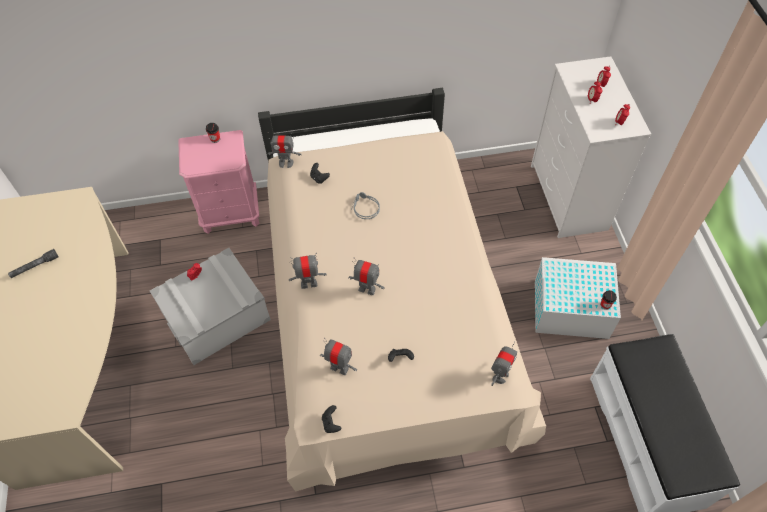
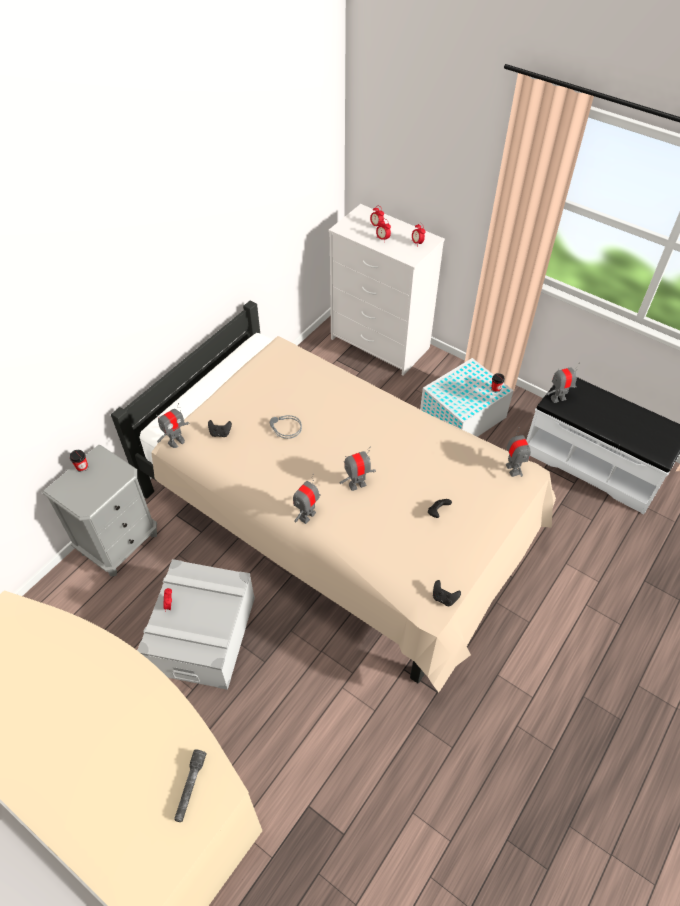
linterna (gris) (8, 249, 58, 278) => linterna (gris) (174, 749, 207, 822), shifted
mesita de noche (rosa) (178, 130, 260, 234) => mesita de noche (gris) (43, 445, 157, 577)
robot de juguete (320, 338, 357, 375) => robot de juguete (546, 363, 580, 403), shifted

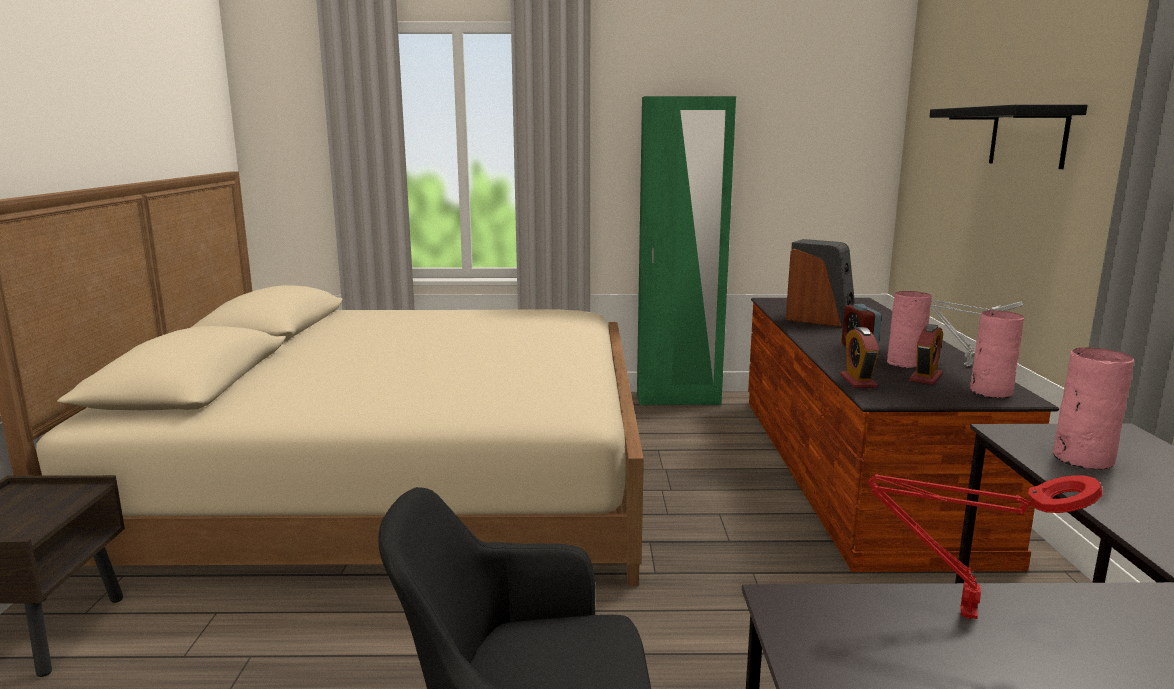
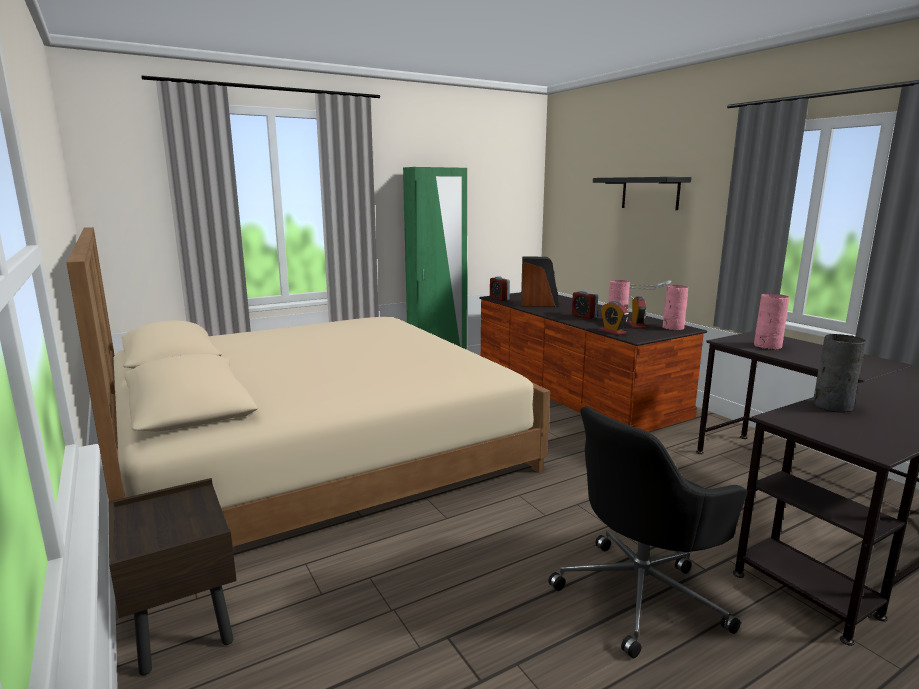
lámpara de mesa (rojo) (868, 474, 1103, 619) => florero (gris) (813, 334, 866, 413)
nothing => despertador (490, 276, 510, 301)

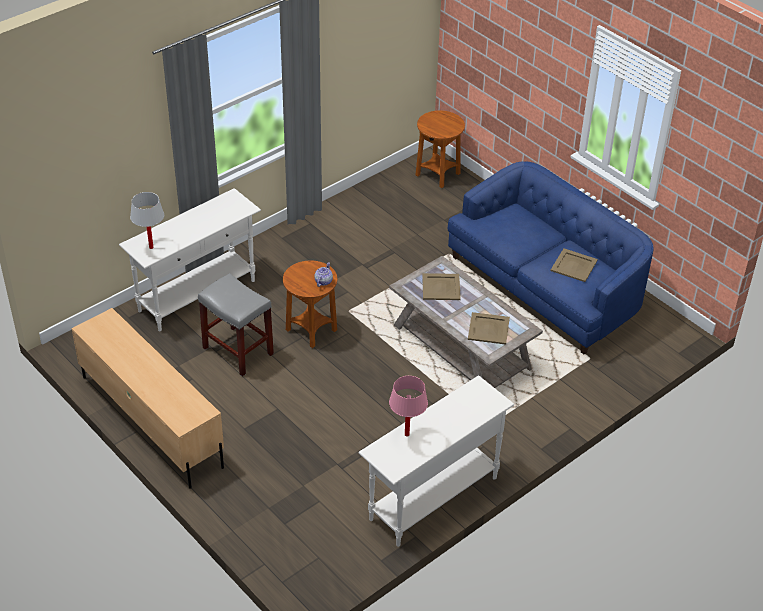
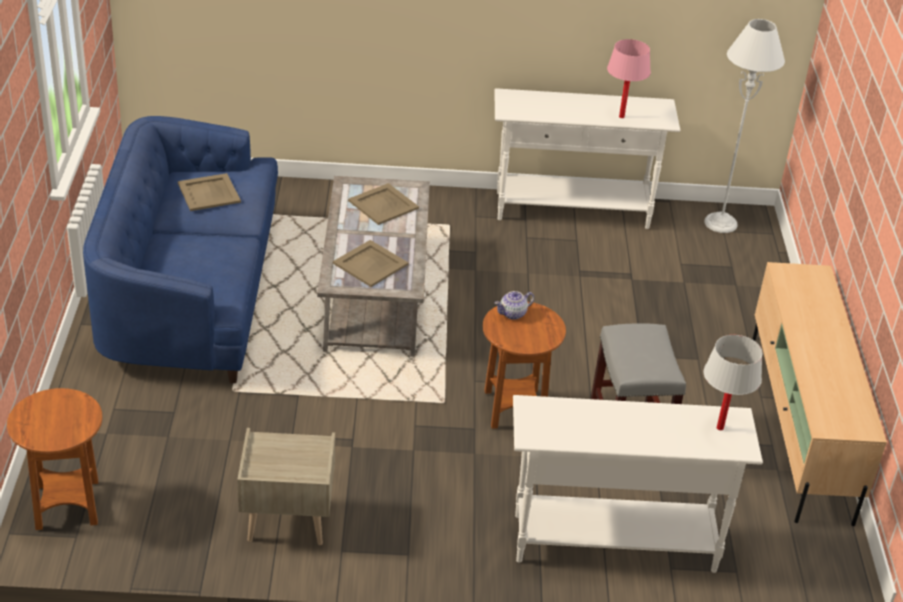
nothing => mesita de noche (beis) (237, 428, 335, 545)
nothing => lámpara de pie (gris) (704, 19, 785, 233)

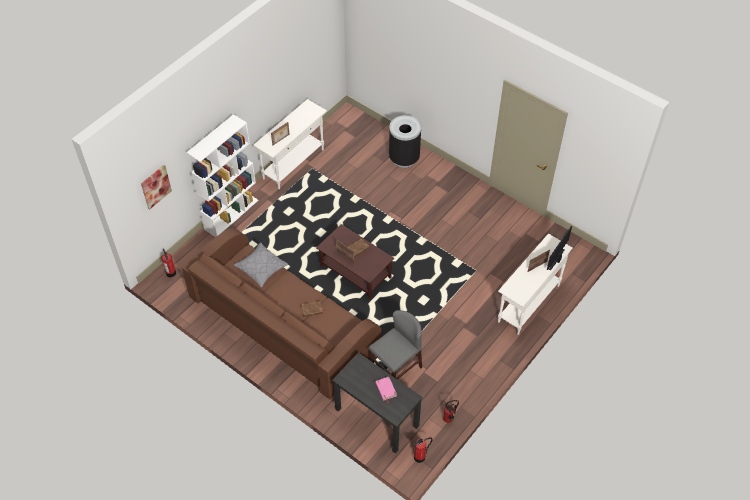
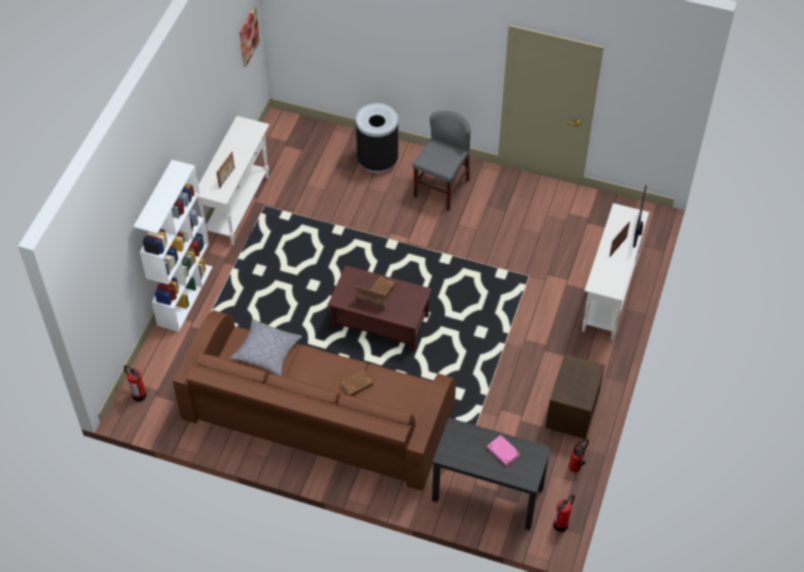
cuadro (141, 165, 172, 209) => cuadro (239, 7, 260, 67), shifted
silla (gris) (369, 310, 422, 380) => silla (gris) (412, 111, 471, 211), shifted
nothing => mesita de noche (marrón) (545, 354, 605, 439)

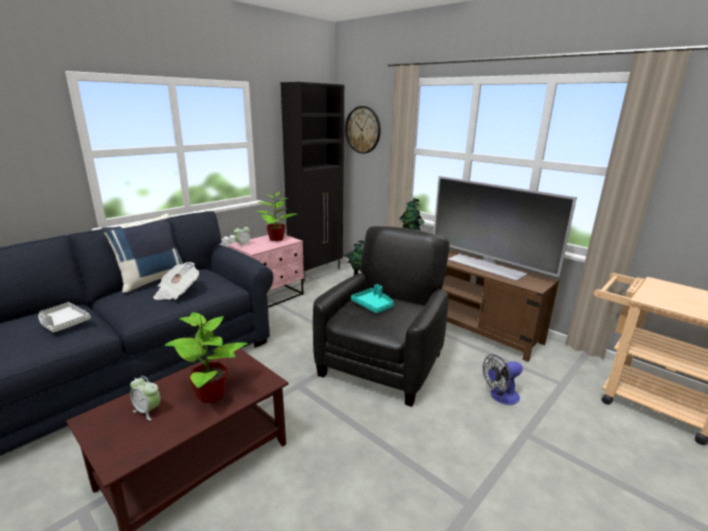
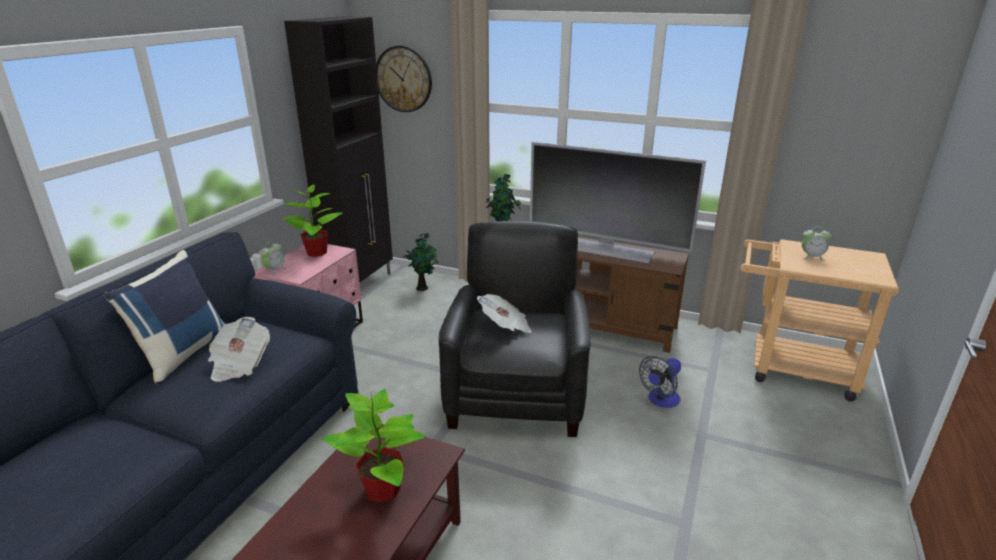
bandeja (gris) (38, 302, 91, 333) => nothing
despertador (130, 376, 161, 420) => despertador (802, 226, 832, 261), shifted
bandeja (turquesa) (351, 284, 394, 313) => periódico (477, 294, 531, 333)

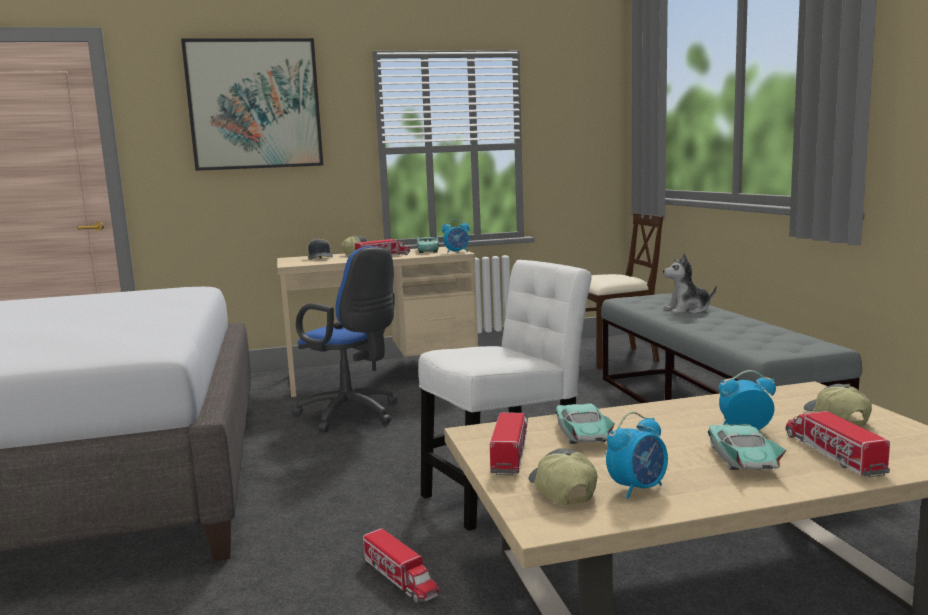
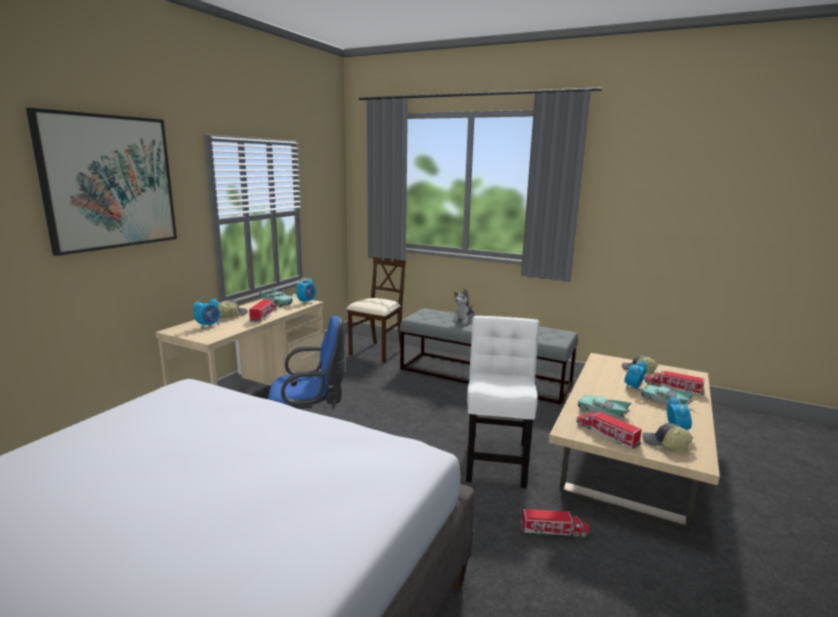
gorra (306, 238, 333, 260) => despertador (193, 296, 220, 329)

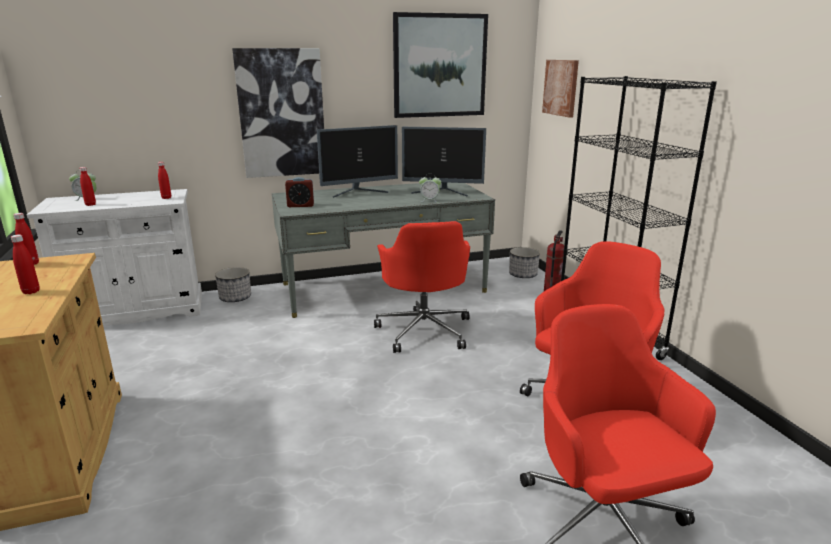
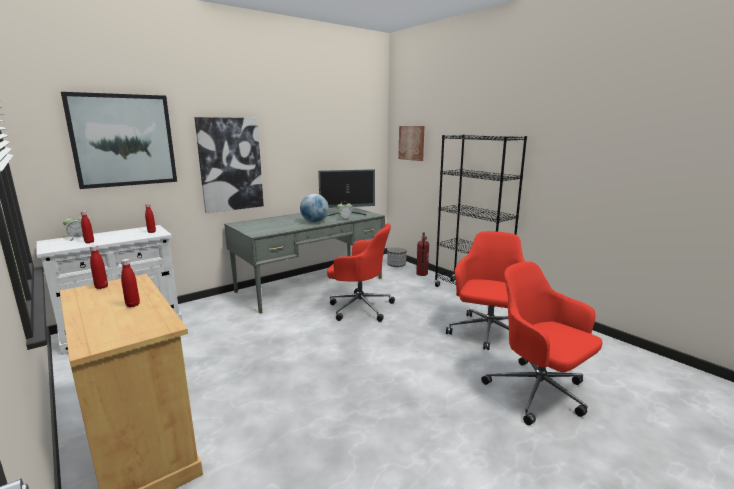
maceta (215, 267, 251, 302) => nothing
despertador (285, 177, 314, 207) => nothing
monitor (317, 125, 398, 198) => nothing
silla de oficina (rojo) (374, 221, 470, 353) => silla de oficina (rojo) (327, 223, 395, 322), 45 degrees counterclockwise
cuadro (393, 12, 488, 118) => cuadro (61, 92, 177, 189), shifted
nothing => globo terráqueo (300, 194, 329, 223)

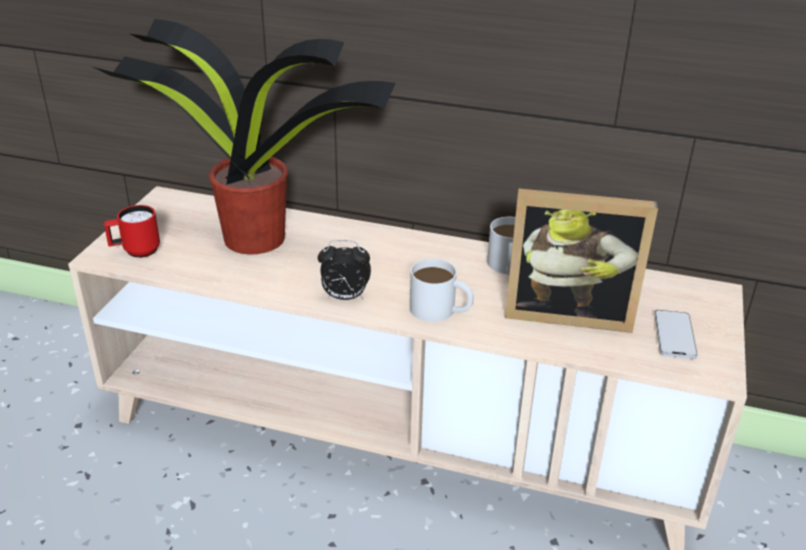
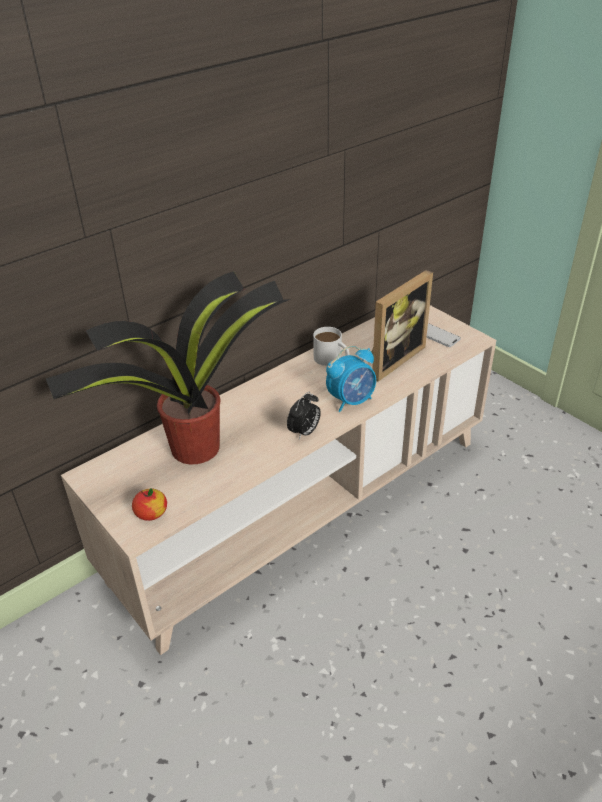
taza grande (rojo) (104, 205, 160, 258) => manzana (132, 488, 167, 521)
taza grande (blanco) (410, 259, 474, 322) => despertador (326, 346, 376, 412)

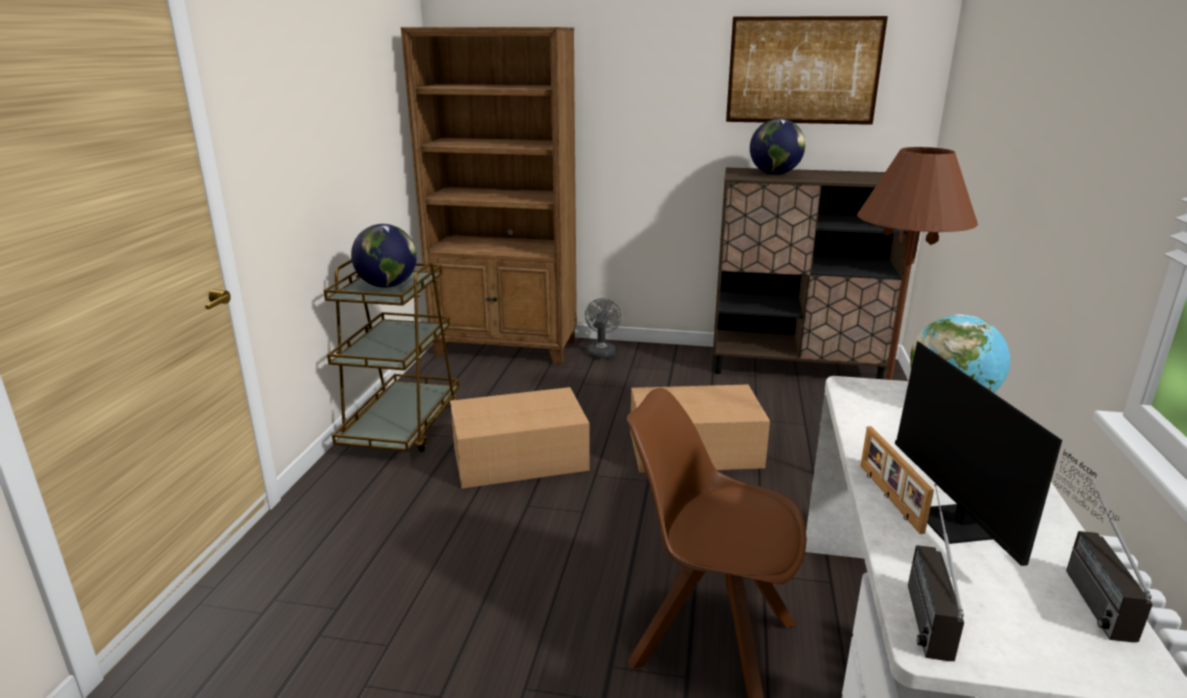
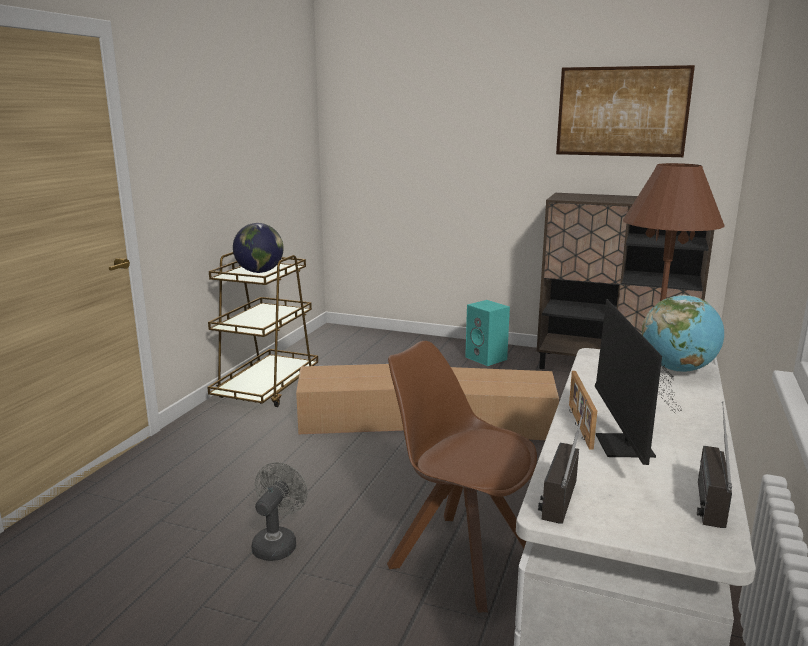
estantería (marrón) (401, 27, 577, 365) => nothing
ventilador (gris) (585, 298, 622, 359) => ventilador (gris) (251, 462, 308, 561), shifted
globo terráqueo (750, 119, 805, 175) => nothing
nothing => altavoz (turquesa) (465, 300, 510, 366)

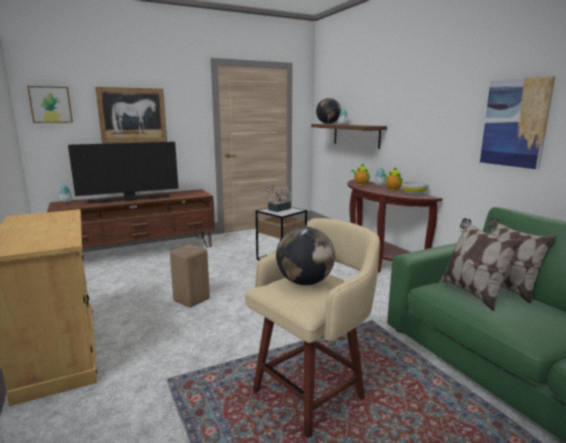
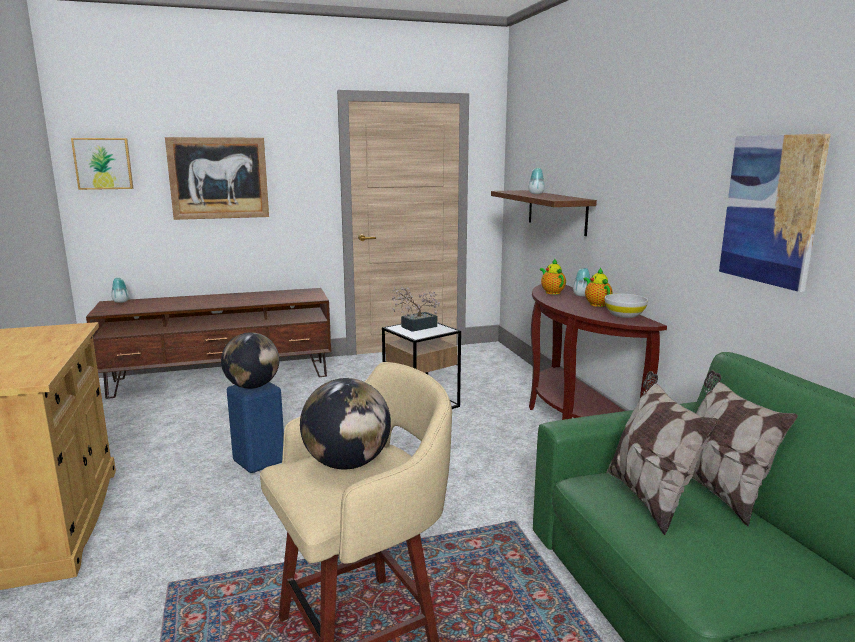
televisor (68, 142, 178, 204) => nothing
taburete (beis) (170, 245, 210, 307) => taburete (azul) (227, 382, 284, 473)
globo terráqueo (316, 98, 341, 124) => globo terráqueo (221, 332, 279, 389), shifted

